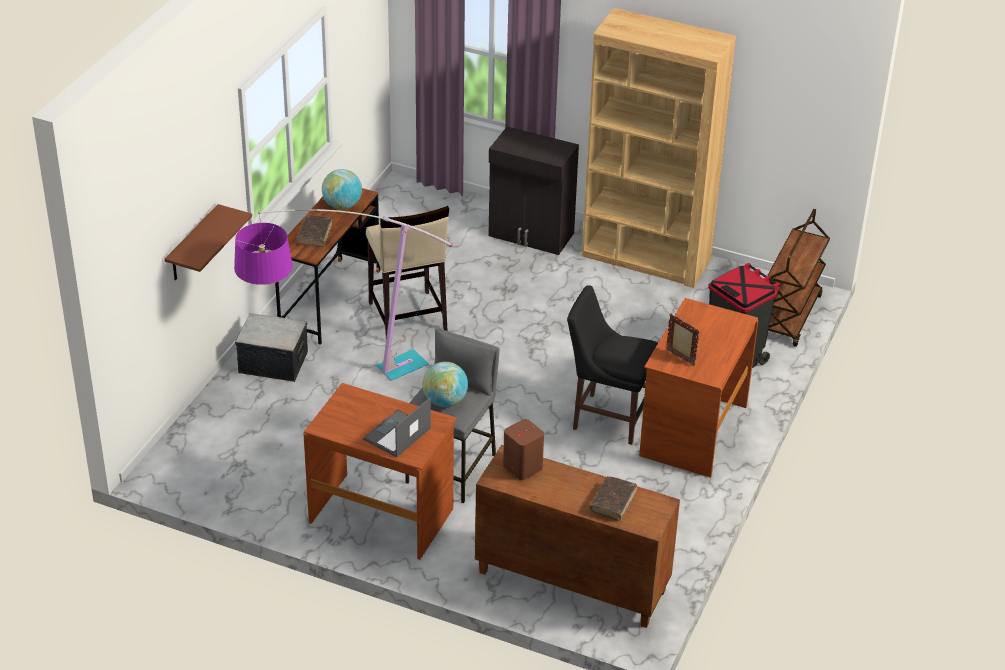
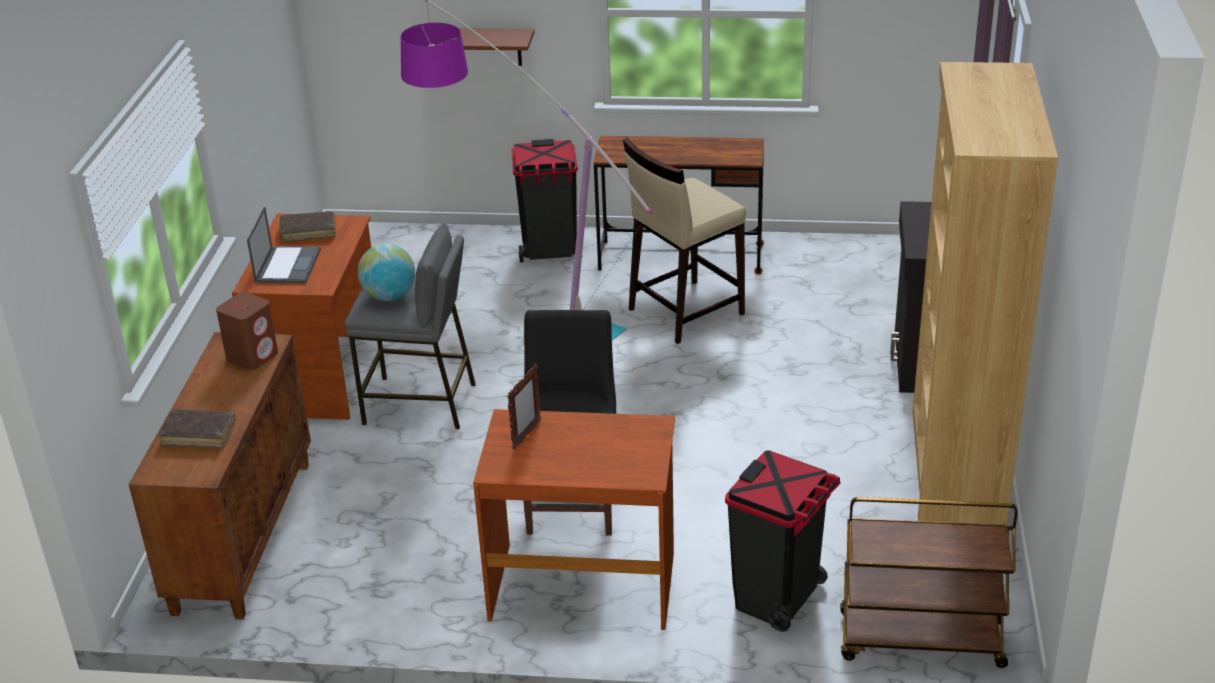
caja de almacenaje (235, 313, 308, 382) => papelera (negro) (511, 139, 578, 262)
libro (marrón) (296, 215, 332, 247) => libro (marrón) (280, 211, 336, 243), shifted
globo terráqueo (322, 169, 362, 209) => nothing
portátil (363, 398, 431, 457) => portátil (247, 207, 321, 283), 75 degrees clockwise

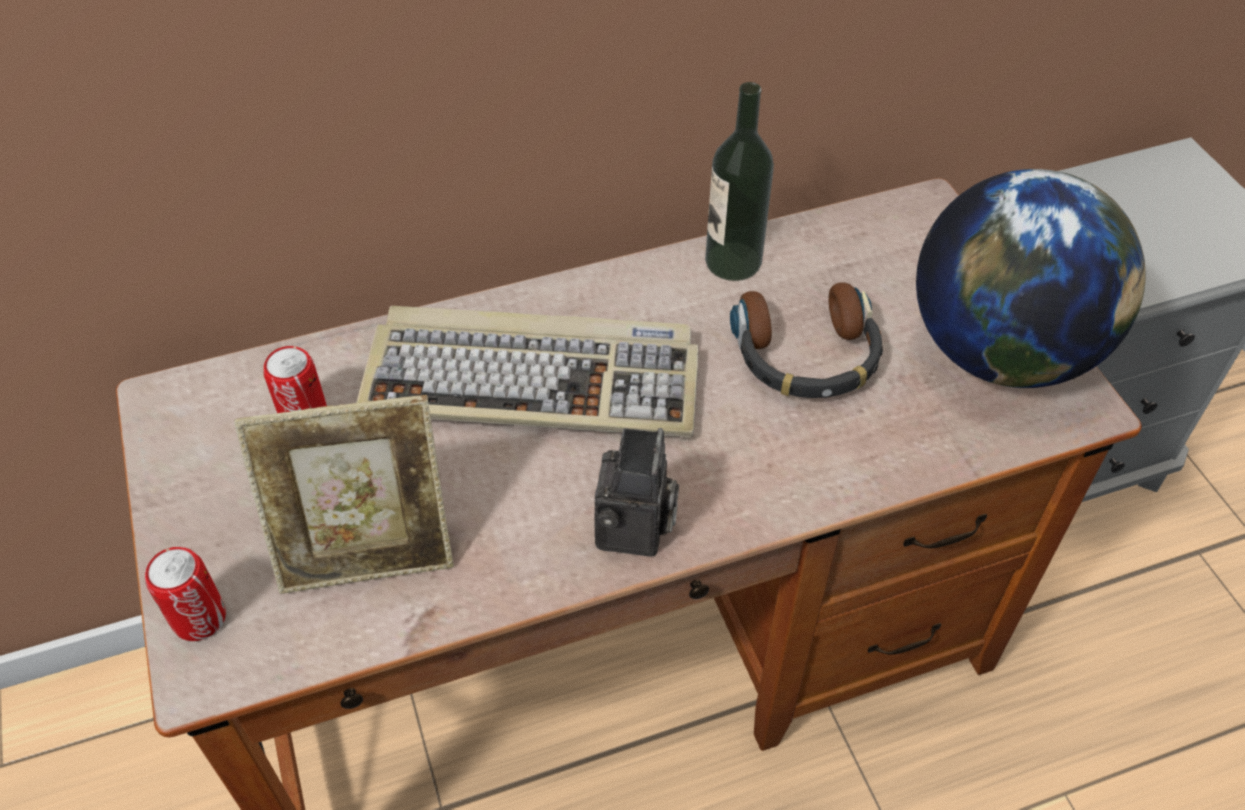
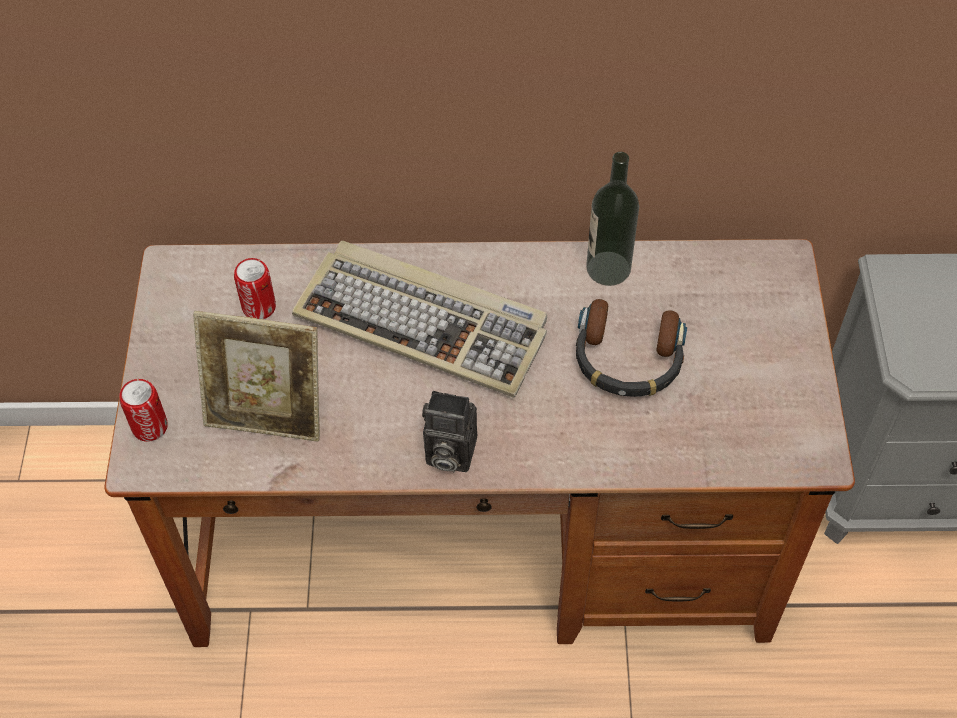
cámara (594, 428, 679, 556) => cámara (422, 391, 477, 472), 75 degrees clockwise
globo terráqueo (916, 169, 1146, 388) => nothing

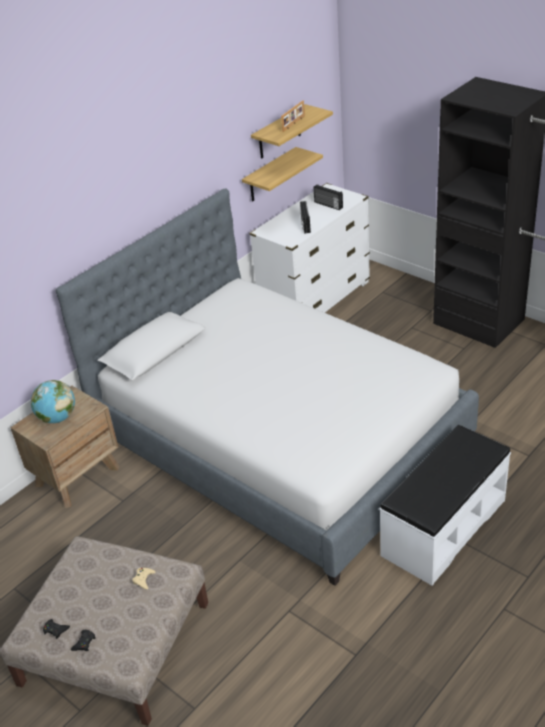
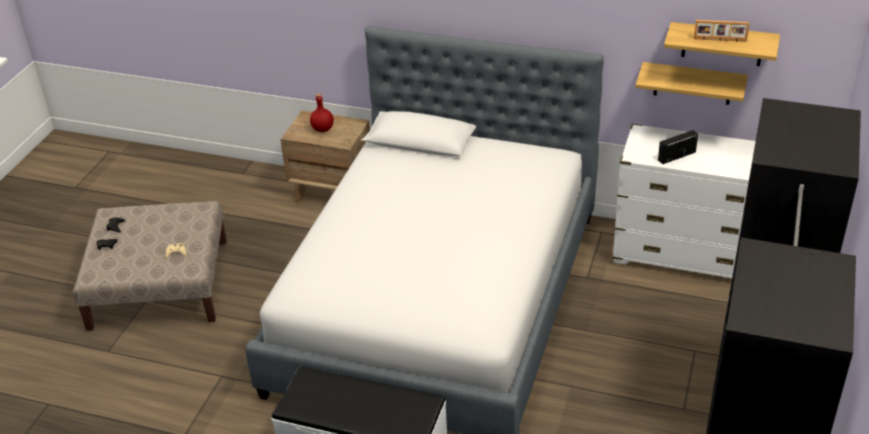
globo terráqueo (31, 380, 75, 423) => botella (rojo) (310, 94, 334, 132)
radio (314, 184, 343, 210) => nothing

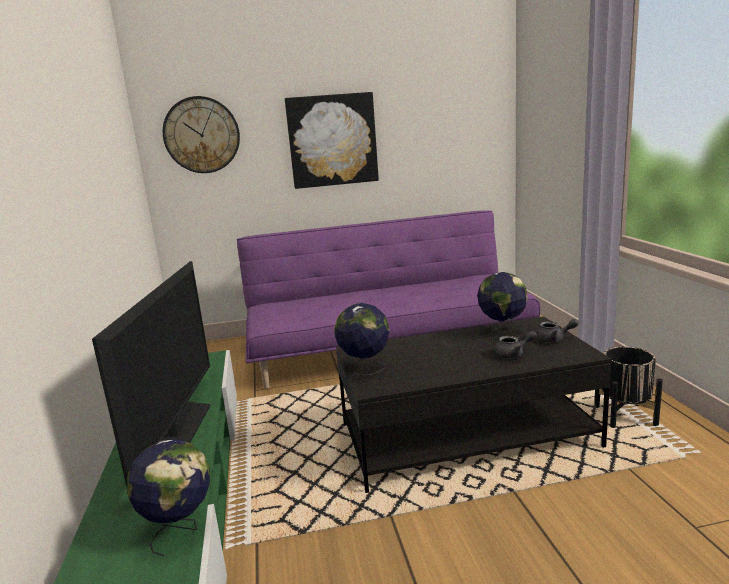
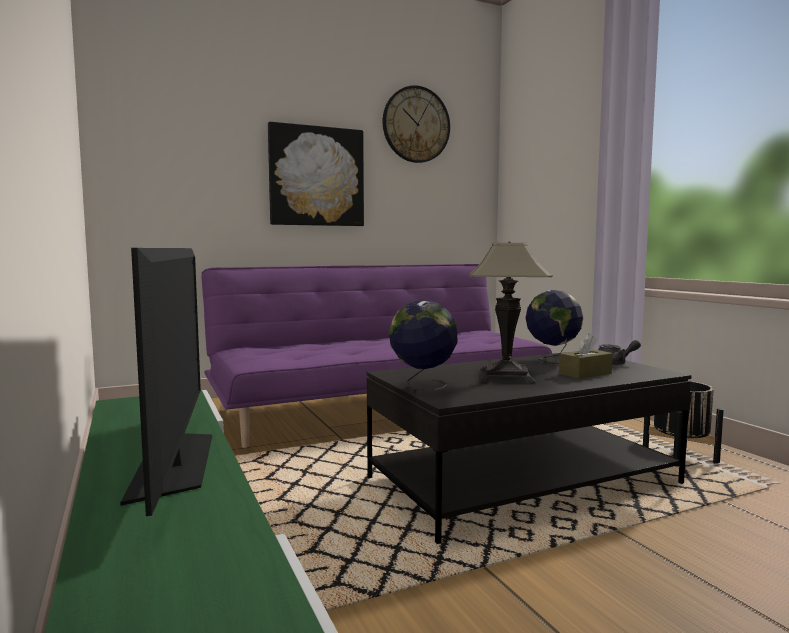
globo terráqueo (127, 439, 210, 556) => nothing
reloj de pared (163, 96, 240, 173) => reloj de pared (383, 85, 450, 163), shifted
tetera (gris) (494, 331, 537, 359) => caja de pañuelos (marrón) (559, 333, 613, 379)
nothing => lámpara de mesa (470, 241, 552, 384)

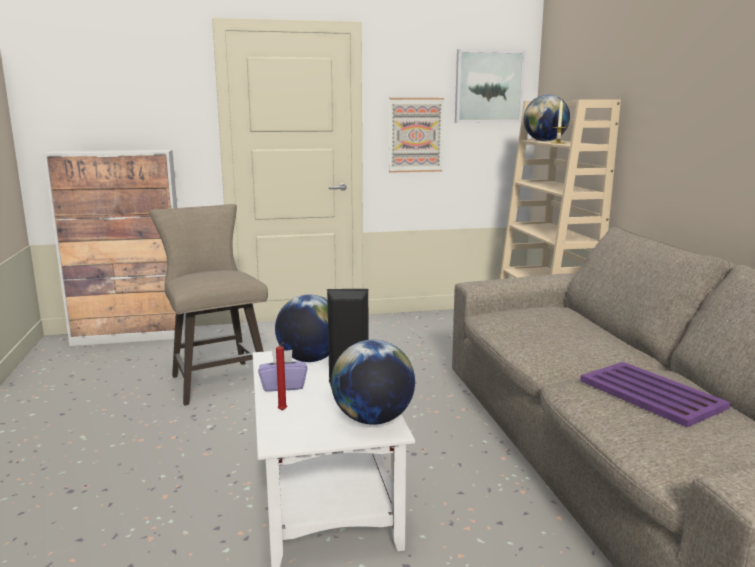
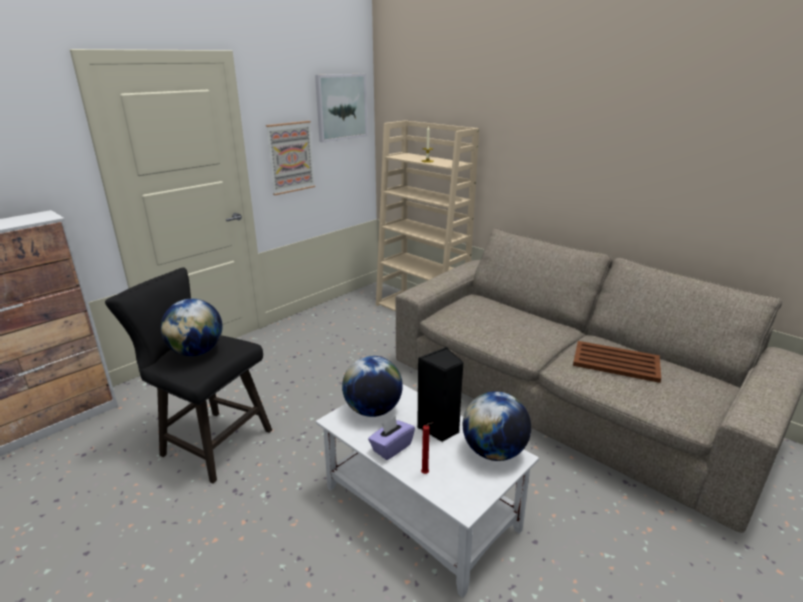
taburete (beis) (149, 204, 268, 406) => taburete (negro) (105, 267, 272, 484)
globo terráqueo (523, 95, 570, 141) => globo terráqueo (160, 299, 223, 356), shifted
bandeja (morado) (580, 362, 730, 427) => bandeja (marrón) (573, 341, 661, 383)

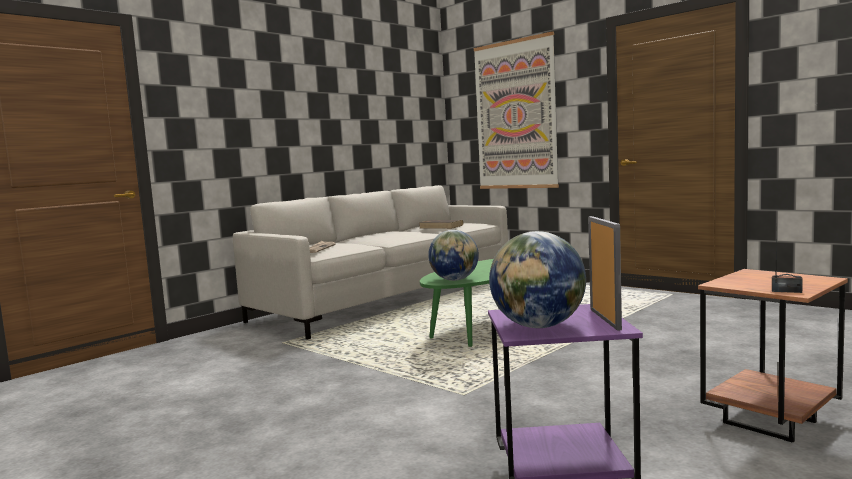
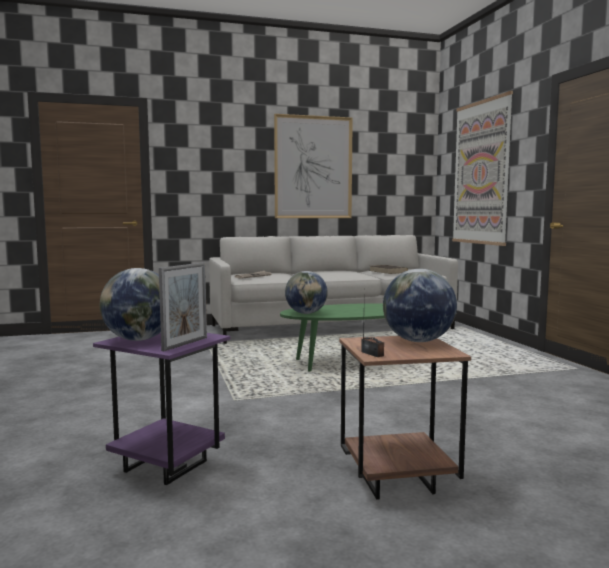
nothing => cuadro (274, 114, 353, 218)
nothing => globo terráqueo (383, 269, 457, 342)

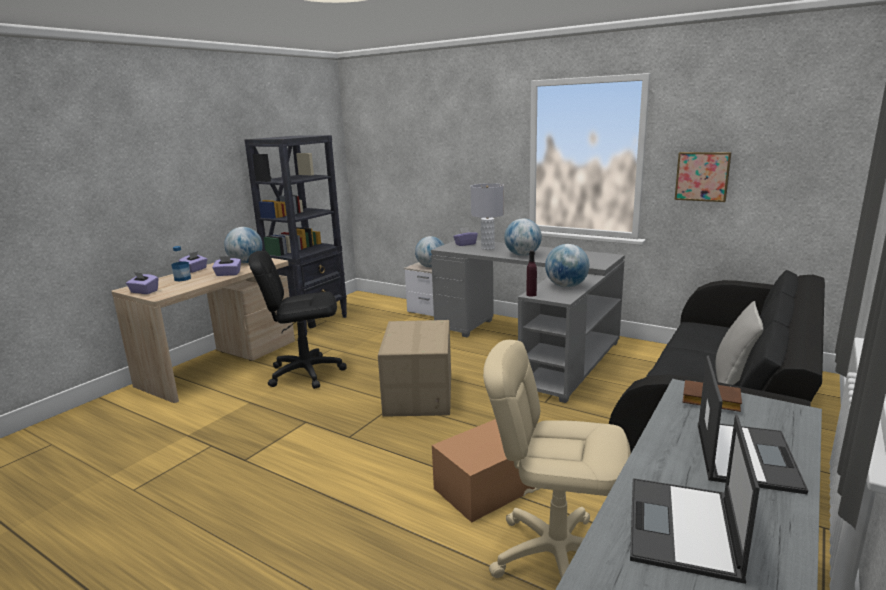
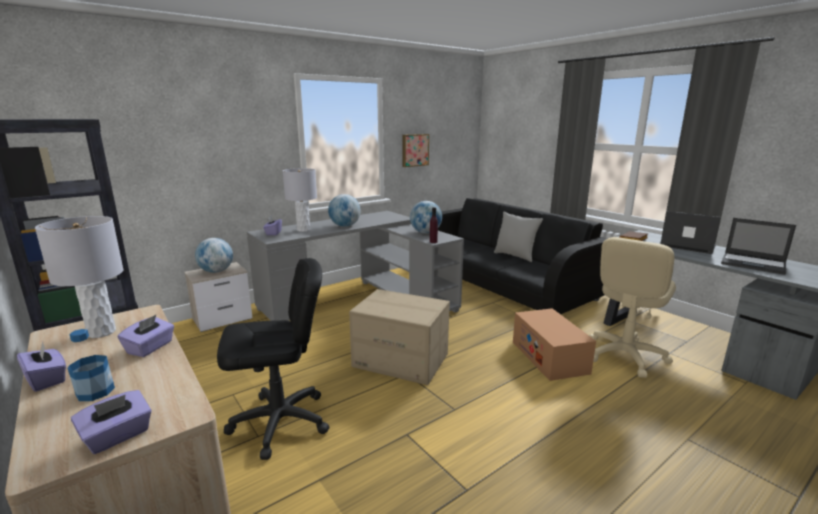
globo terráqueo (224, 227, 263, 263) => lámpara de mesa (gris) (35, 216, 124, 338)
silla de oficina (negro) (248, 251, 347, 389) => silla de oficina (negro) (217, 258, 329, 460), 120 degrees counterclockwise

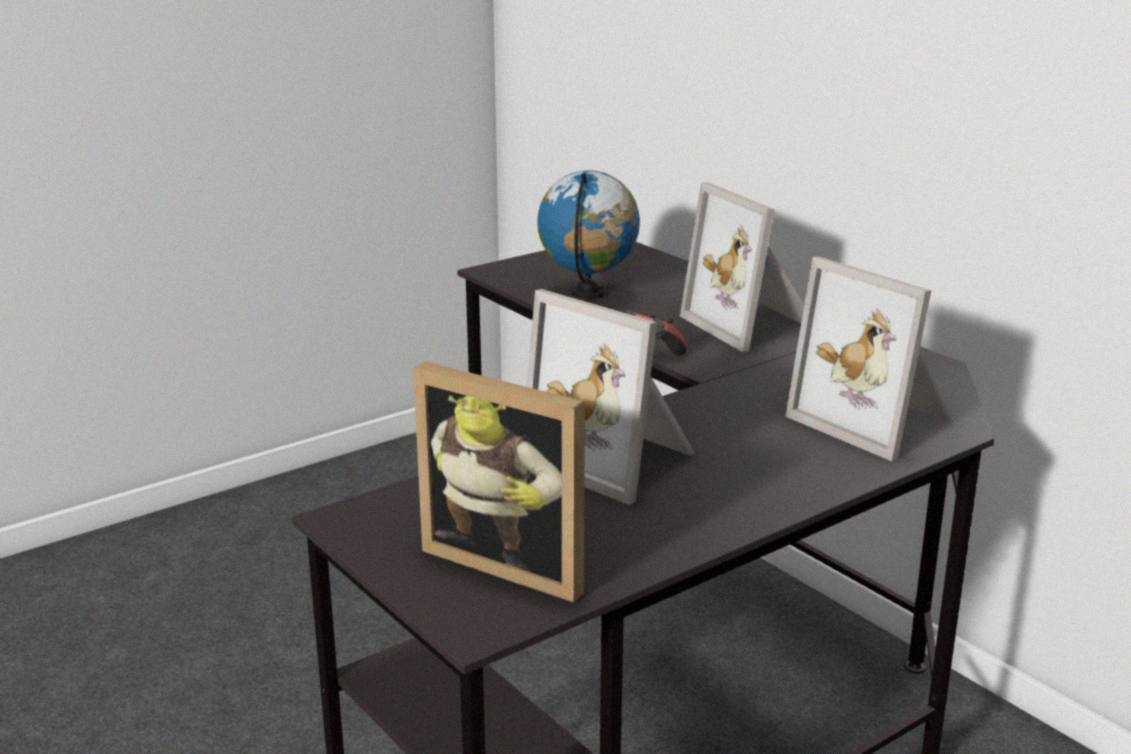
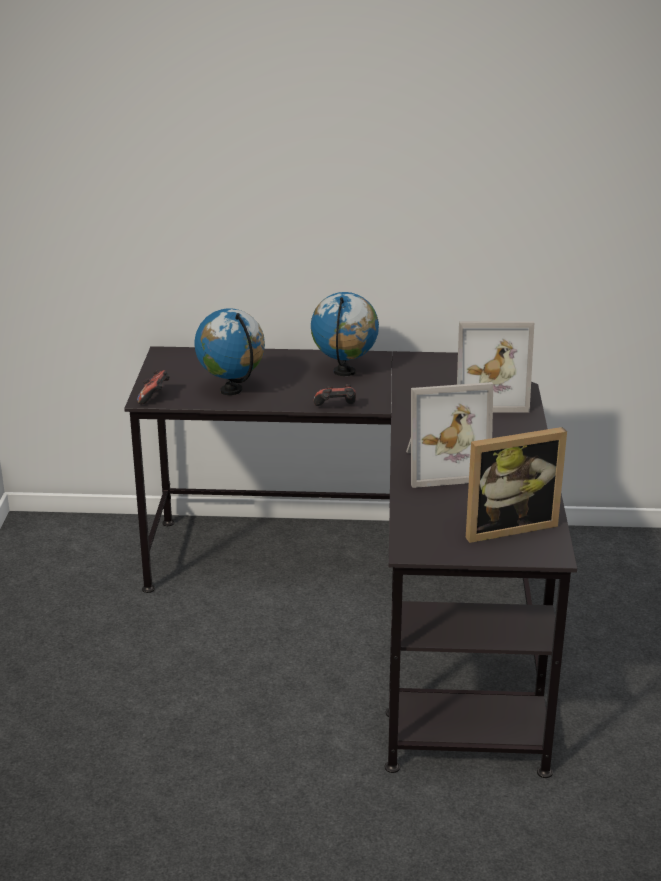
portarretratos (680, 182, 804, 352) => globo terráqueo (311, 292, 379, 376)
nothing => mando de consola (137, 369, 170, 404)

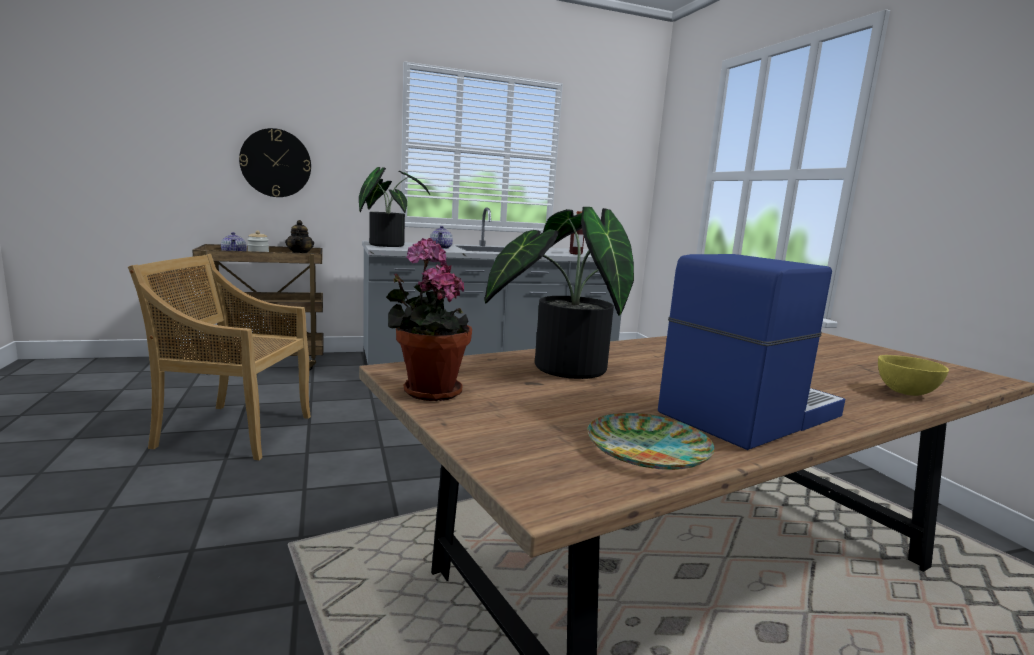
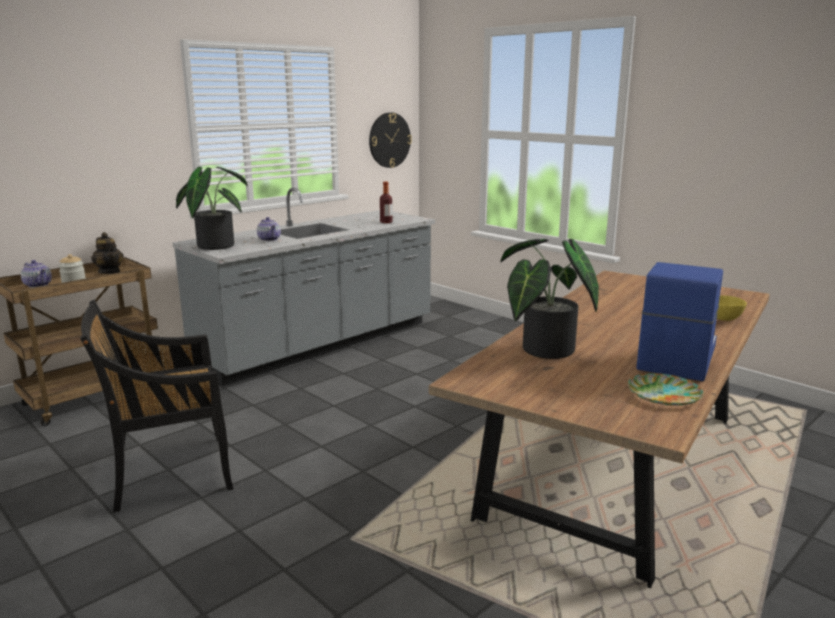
silla (beis) (128, 254, 311, 460) => silla (negro) (80, 300, 233, 513)
reloj de pared (239, 128, 311, 197) => reloj de pared (369, 112, 412, 168), shifted
planta en maceta (386, 238, 472, 401) => nothing

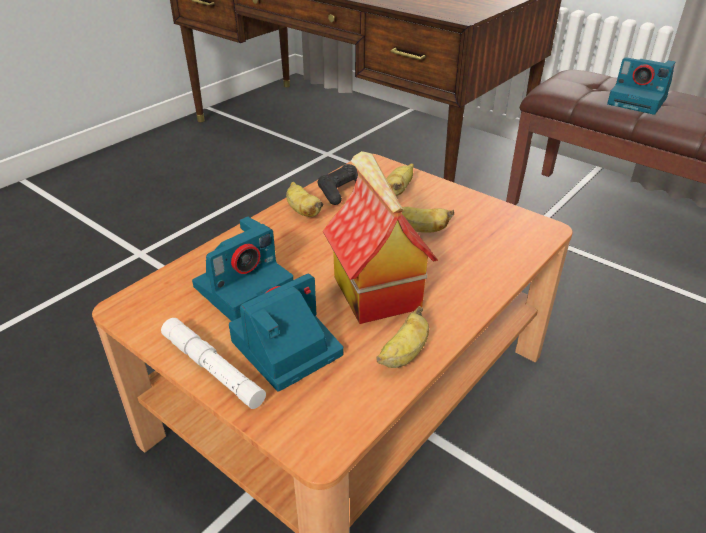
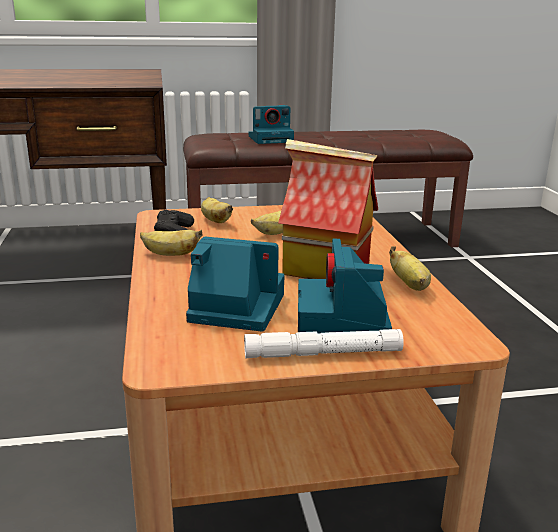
cámara (192, 216, 294, 321) => cámara (186, 237, 284, 332), 75 degrees counterclockwise

